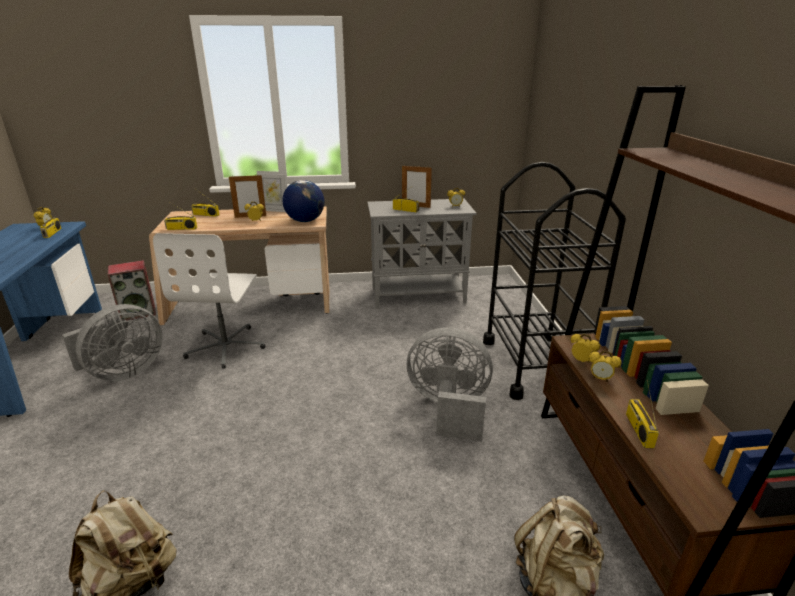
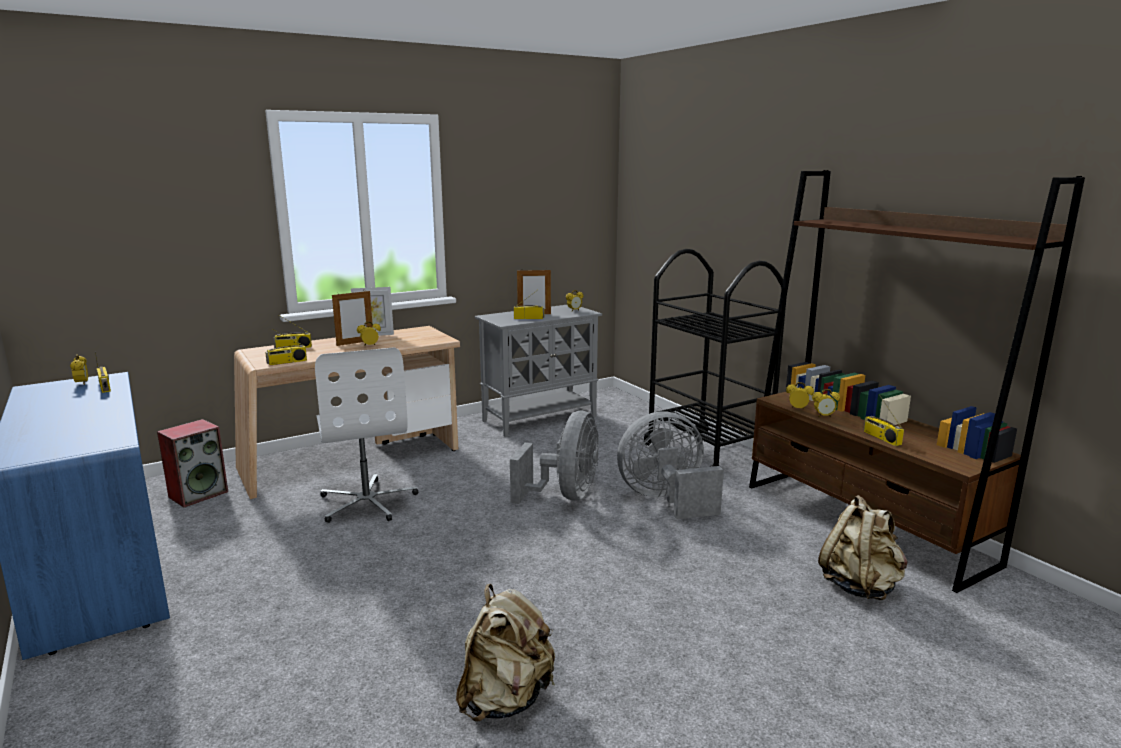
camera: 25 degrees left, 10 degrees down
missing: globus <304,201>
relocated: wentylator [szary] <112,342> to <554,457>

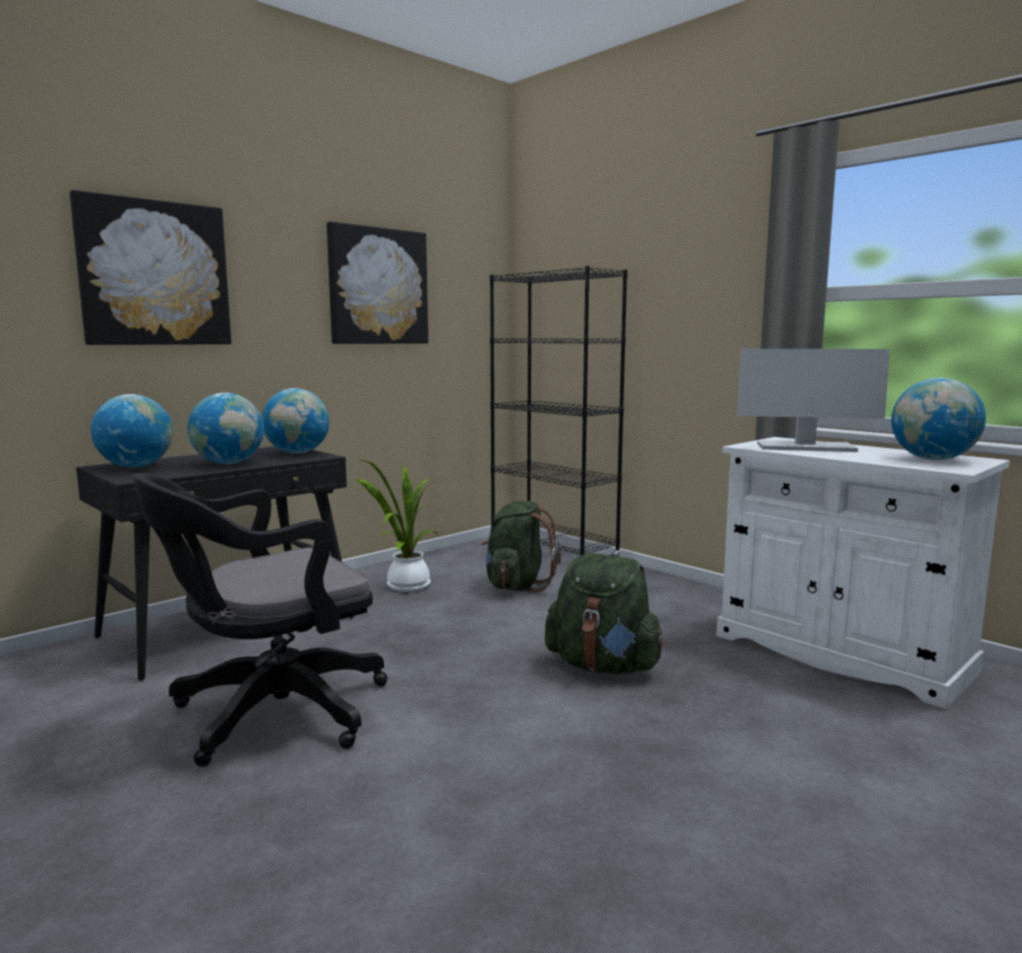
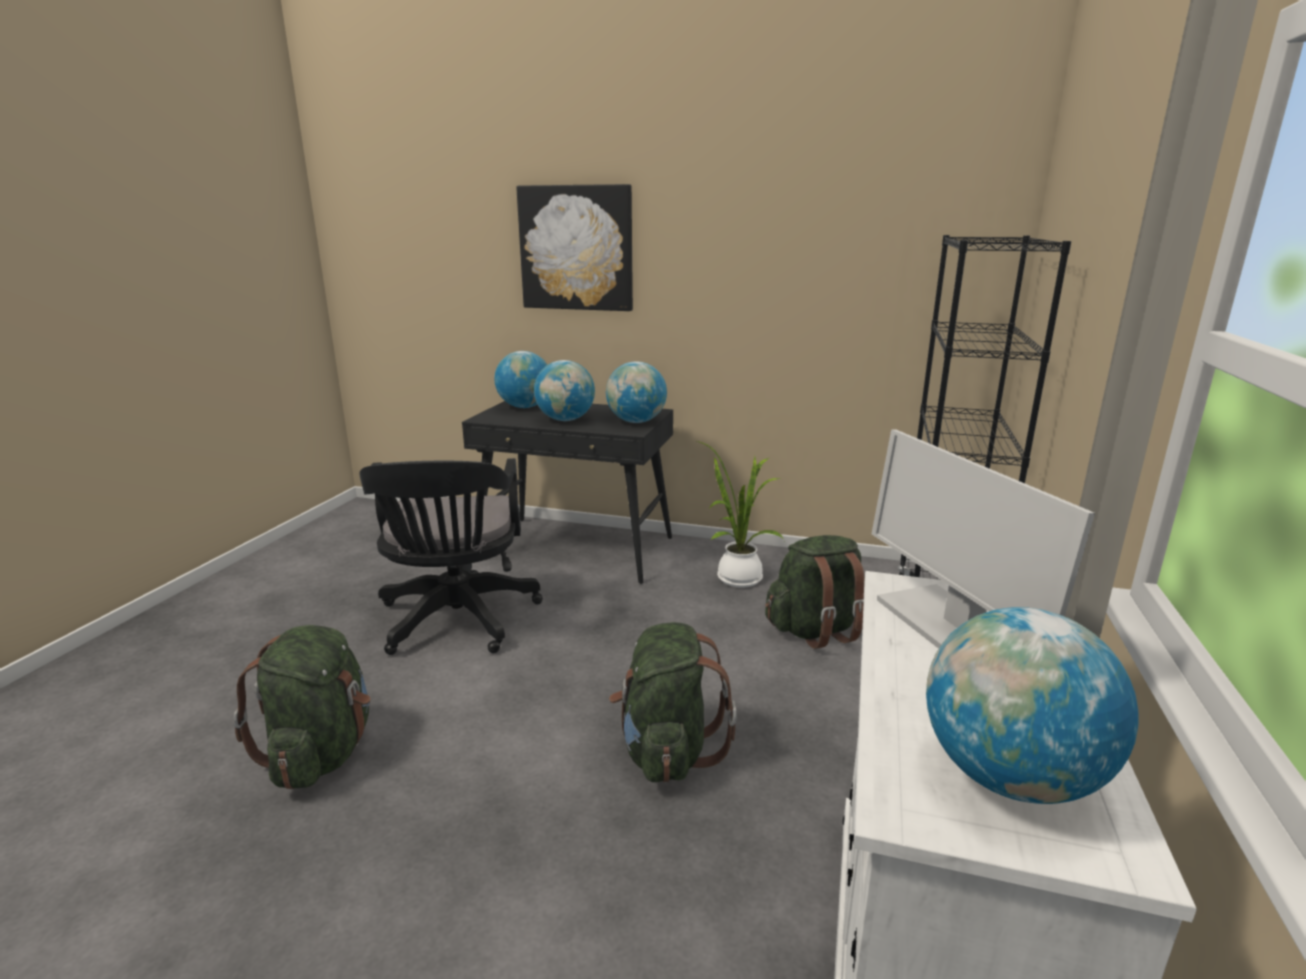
camera: 60 degrees right, 10 degrees up
missing: obraz <377,283>
appeared: plecak [zielony] <301,707>
spun: krzesło biurowe [czarny] <260,620> = <451,556> 120 degrees counterclockwise

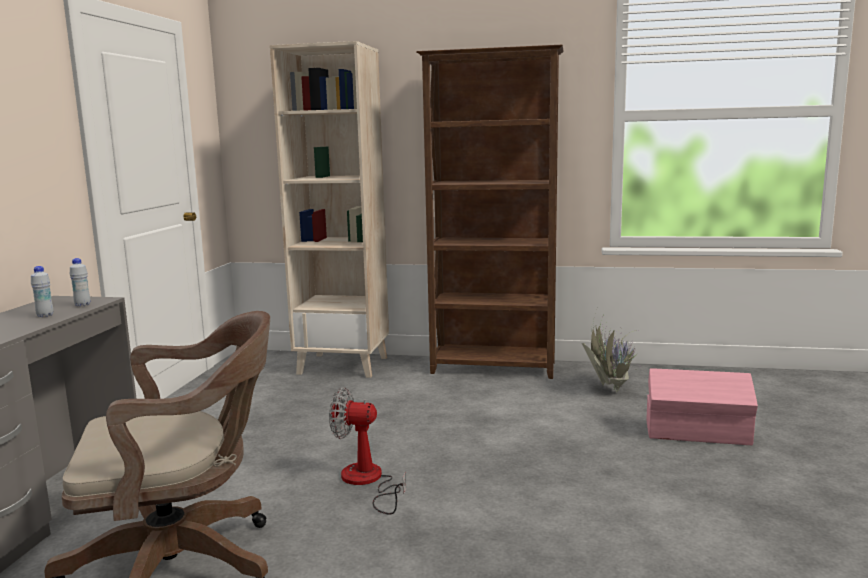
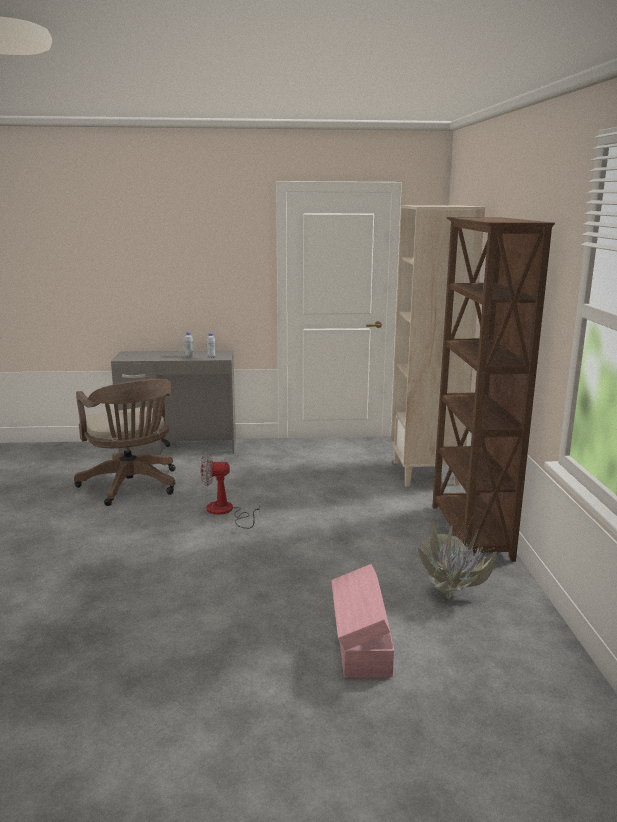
camera: 75 degrees right, 5 degrees up
spun: wentylator <367,451> = <230,491> 90 degrees counterclockwise

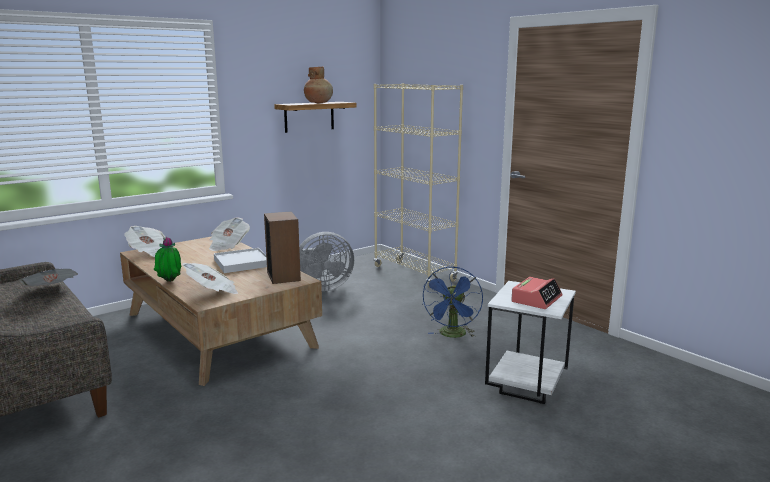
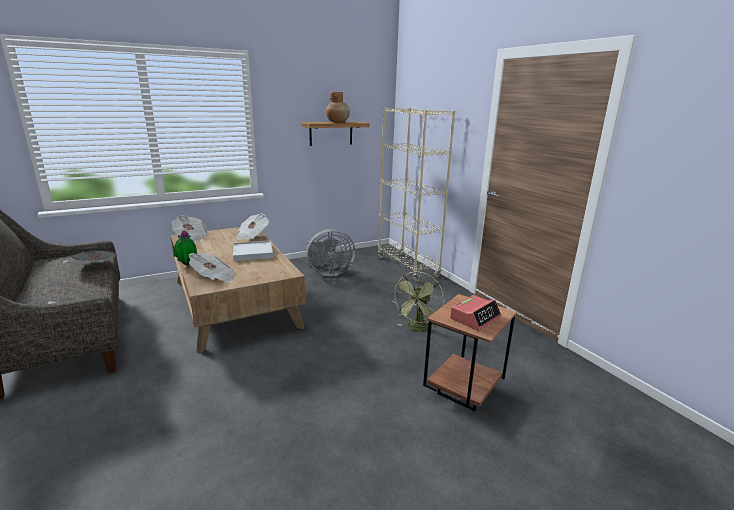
camera: 10 degrees right, 5 degrees up
missing: głośnik <282,247>
colour: wentylator [niebieski] <453,302> to wentylator [zielony] <418,302>; stolik [biały] <530,342> to stolik [brązowy] <470,352>

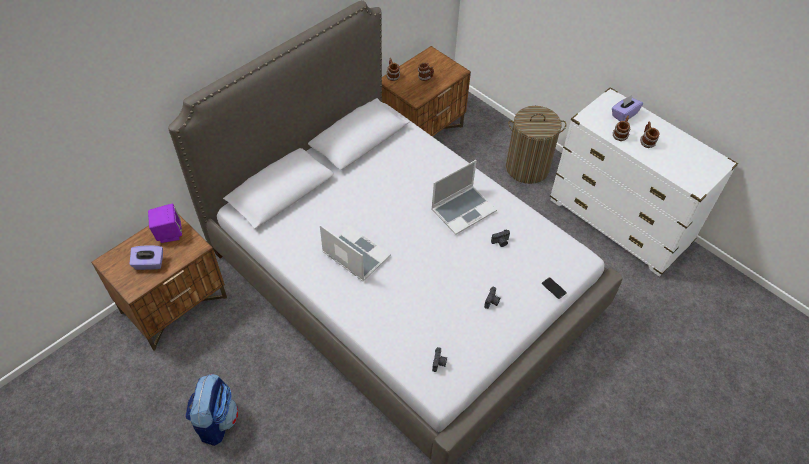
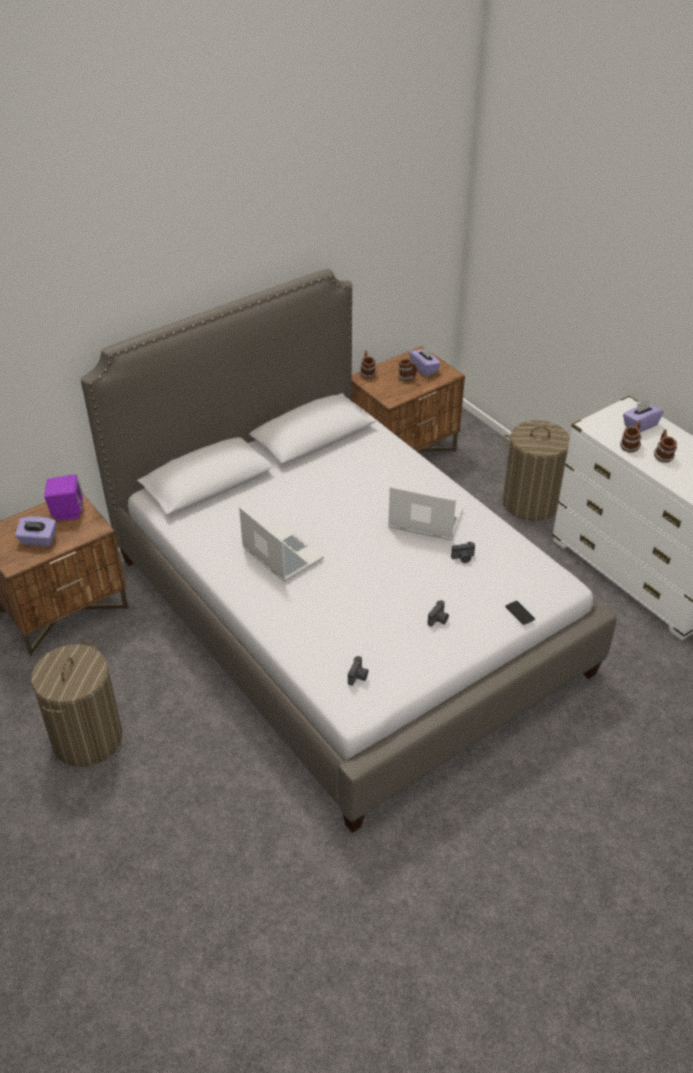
camera: 10 degrees right, 10 degrees down
appeared: pudełko chusteczek [fioletowy] <425,361>
exchanged: plecak <211,410> to kosz na pranie <76,704>
spun: laptop <464,197> = <425,513> 135 degrees counterclockwise

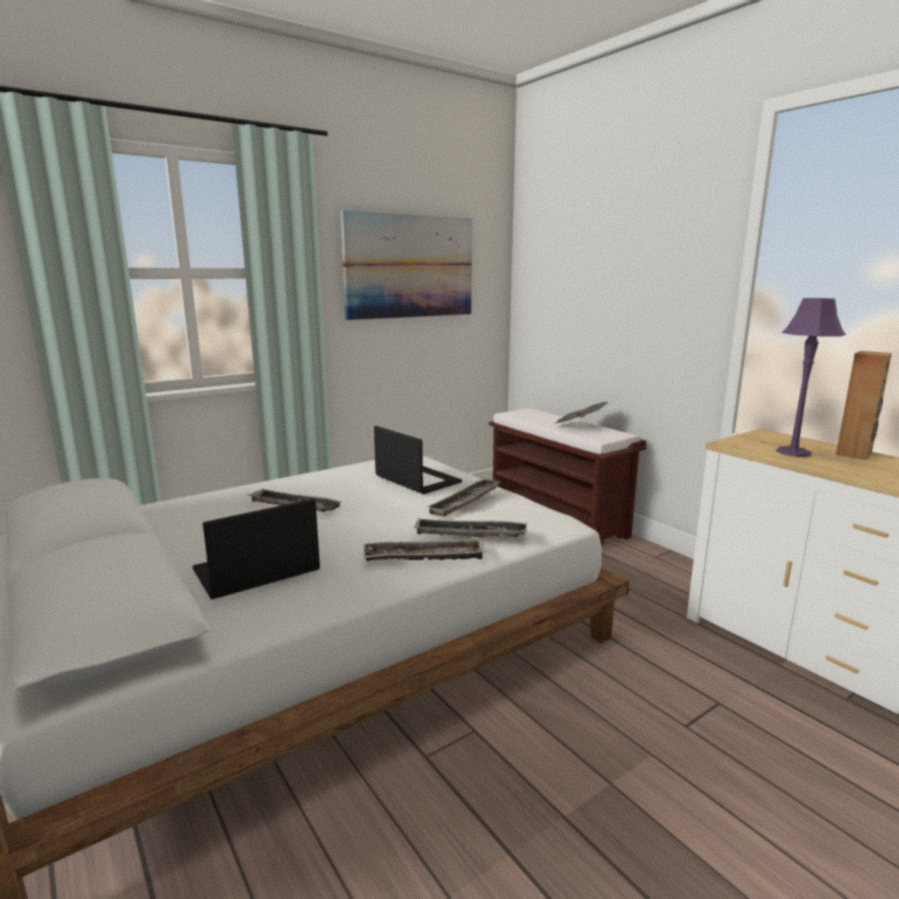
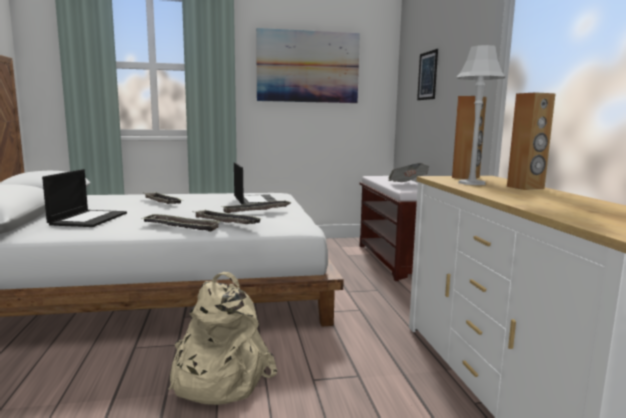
camera: 25 degrees right, 5 degrees down
appeared: plecak [beżowy] <223,338>; obraz <427,74>; głośnik [brązowy] <469,137>
colour: lampa stołowa [fioletowy] <811,377> to lampa stołowa [szary] <480,115>
spun: laptop <256,549> = <84,198> 105 degrees clockwise

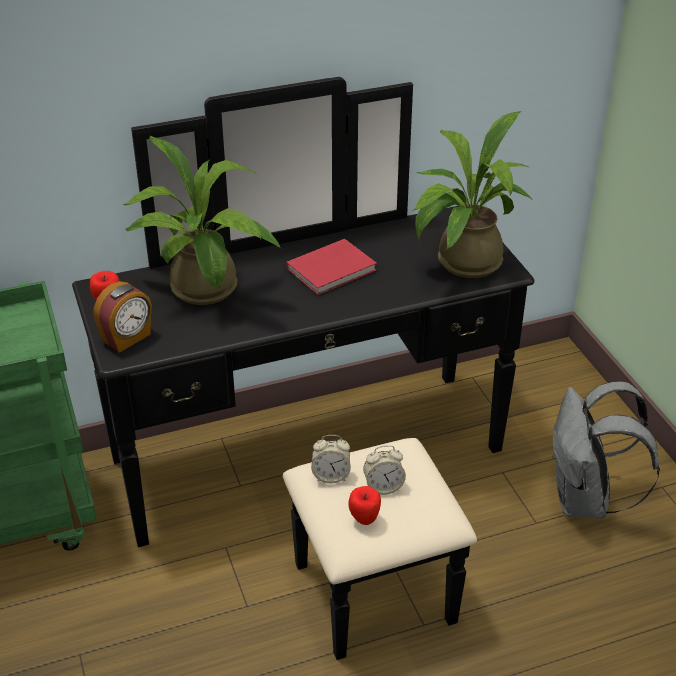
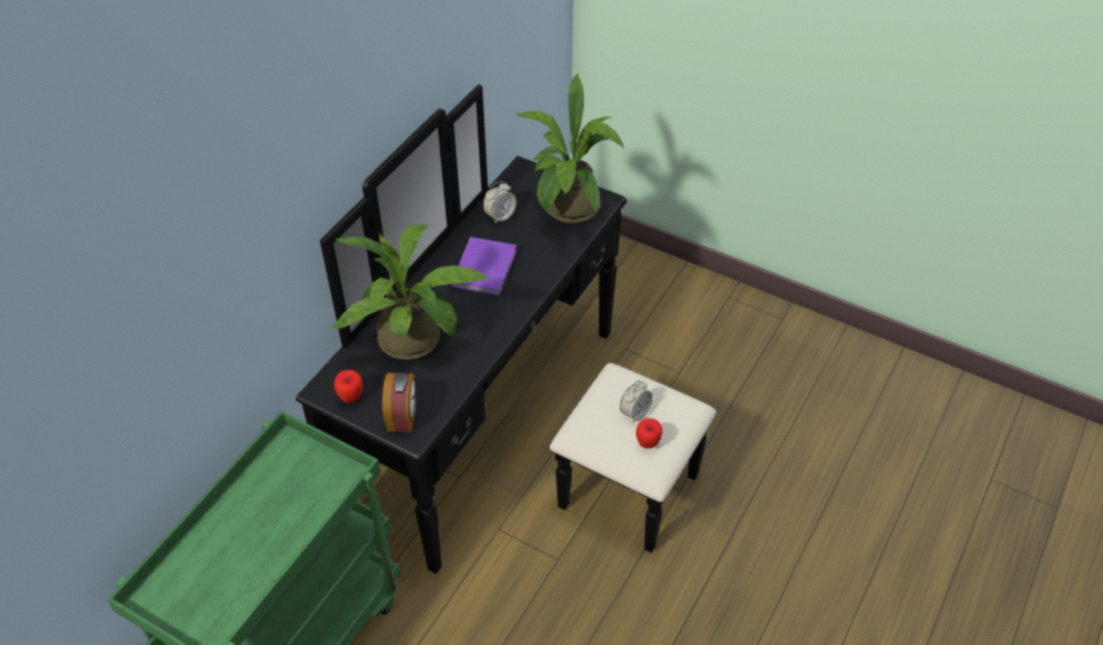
camera: 40 degrees left, 10 degrees up
missing: plecak [szary] <606,450>
relocated: budzik <331,459> to <500,202>
colour: książka [czerwony] <332,267> to książka [fioletowy] <484,266>

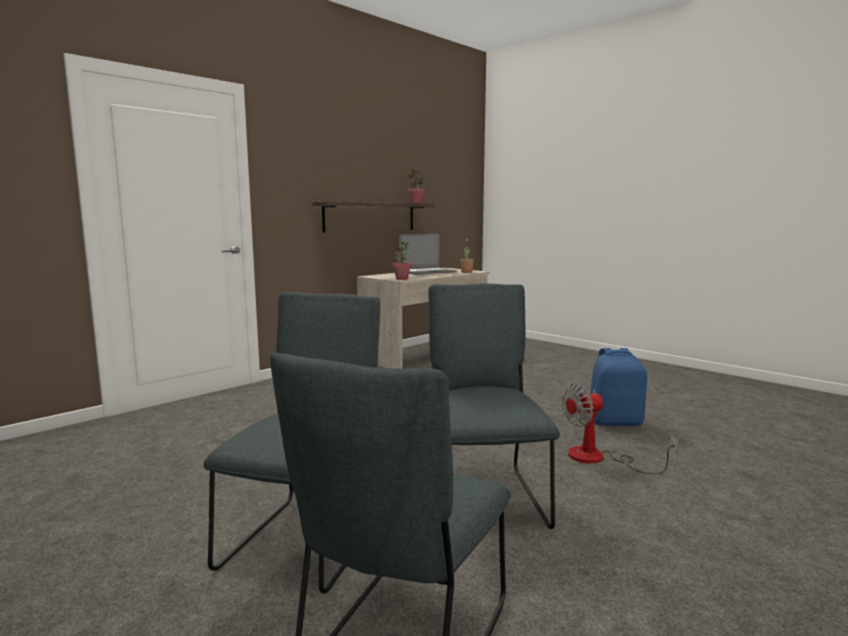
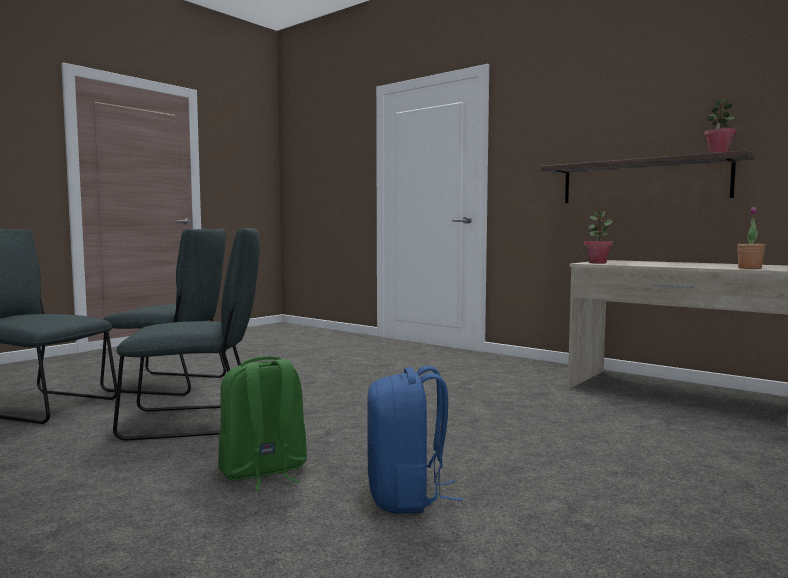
camera: 85 degrees right, 5 degrees down
missing: laptop <428,254>
exchanged: wentylator <620,429> to plecak [zielony] <262,423>

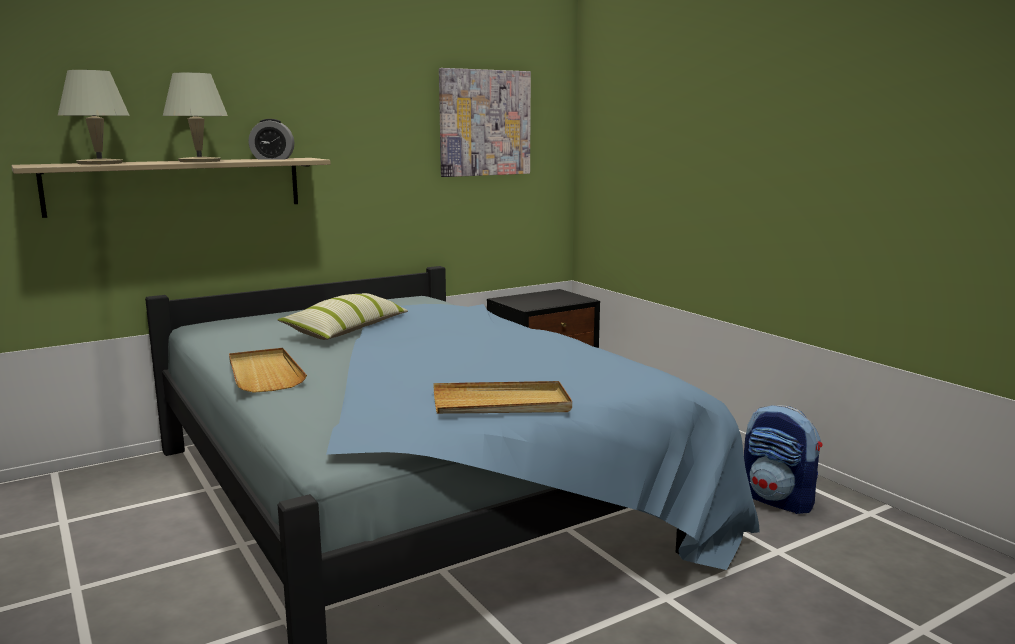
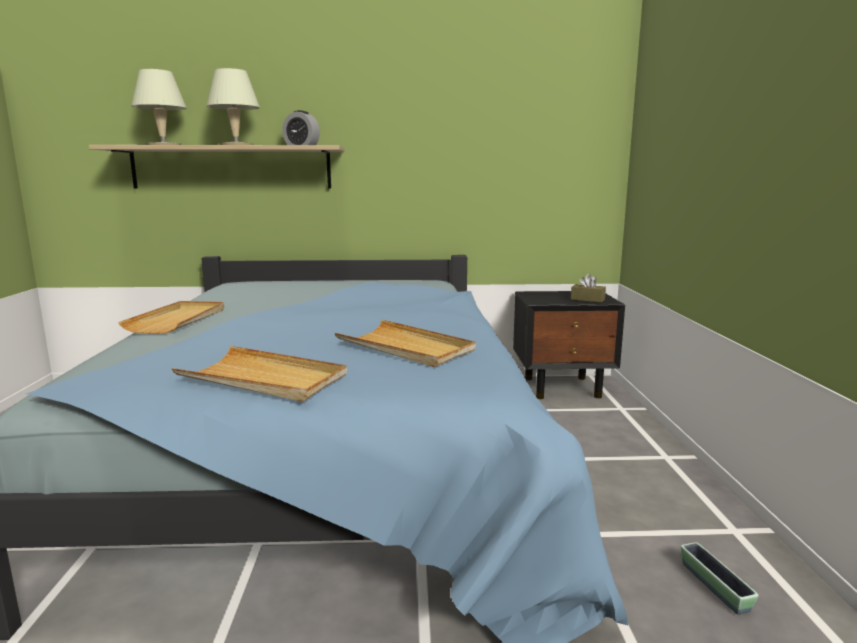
camera: 30 degrees right, 0 degrees up
missing: poduszka <343,316>; obraz <485,122>
appeared: taca [beżowy] <405,343>; pudełko chusteczek [brązowy] <588,288>
exchanged: plecak <783,459> to donica <720,578>

